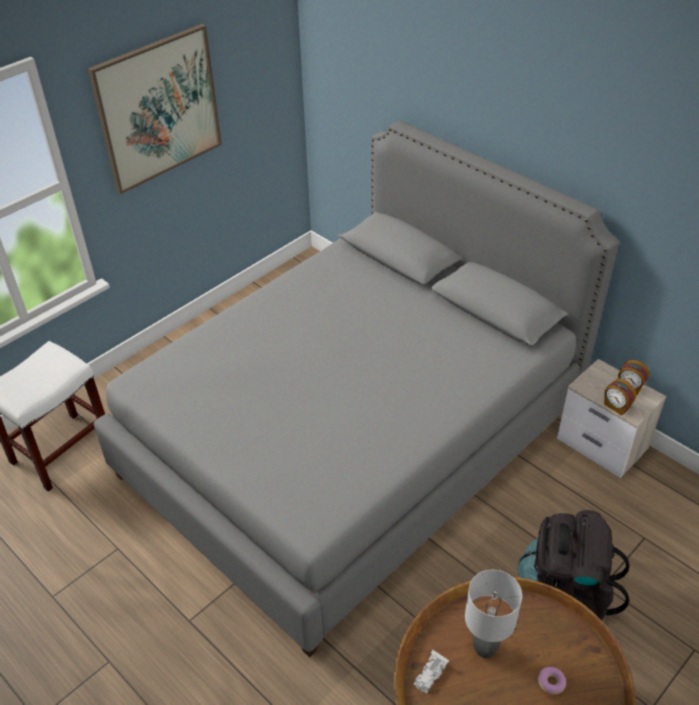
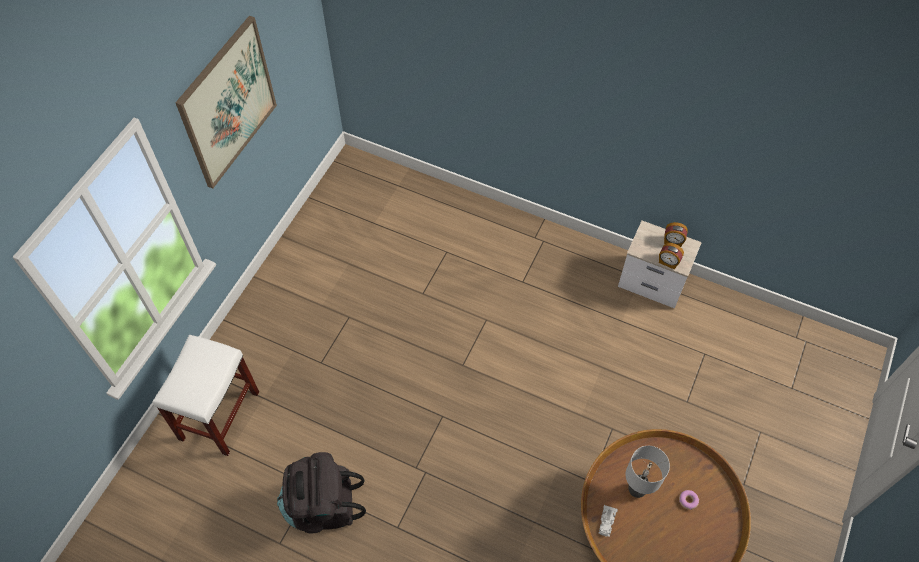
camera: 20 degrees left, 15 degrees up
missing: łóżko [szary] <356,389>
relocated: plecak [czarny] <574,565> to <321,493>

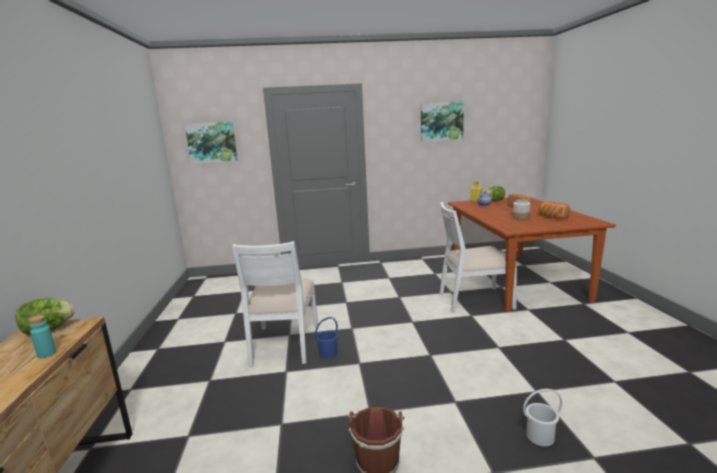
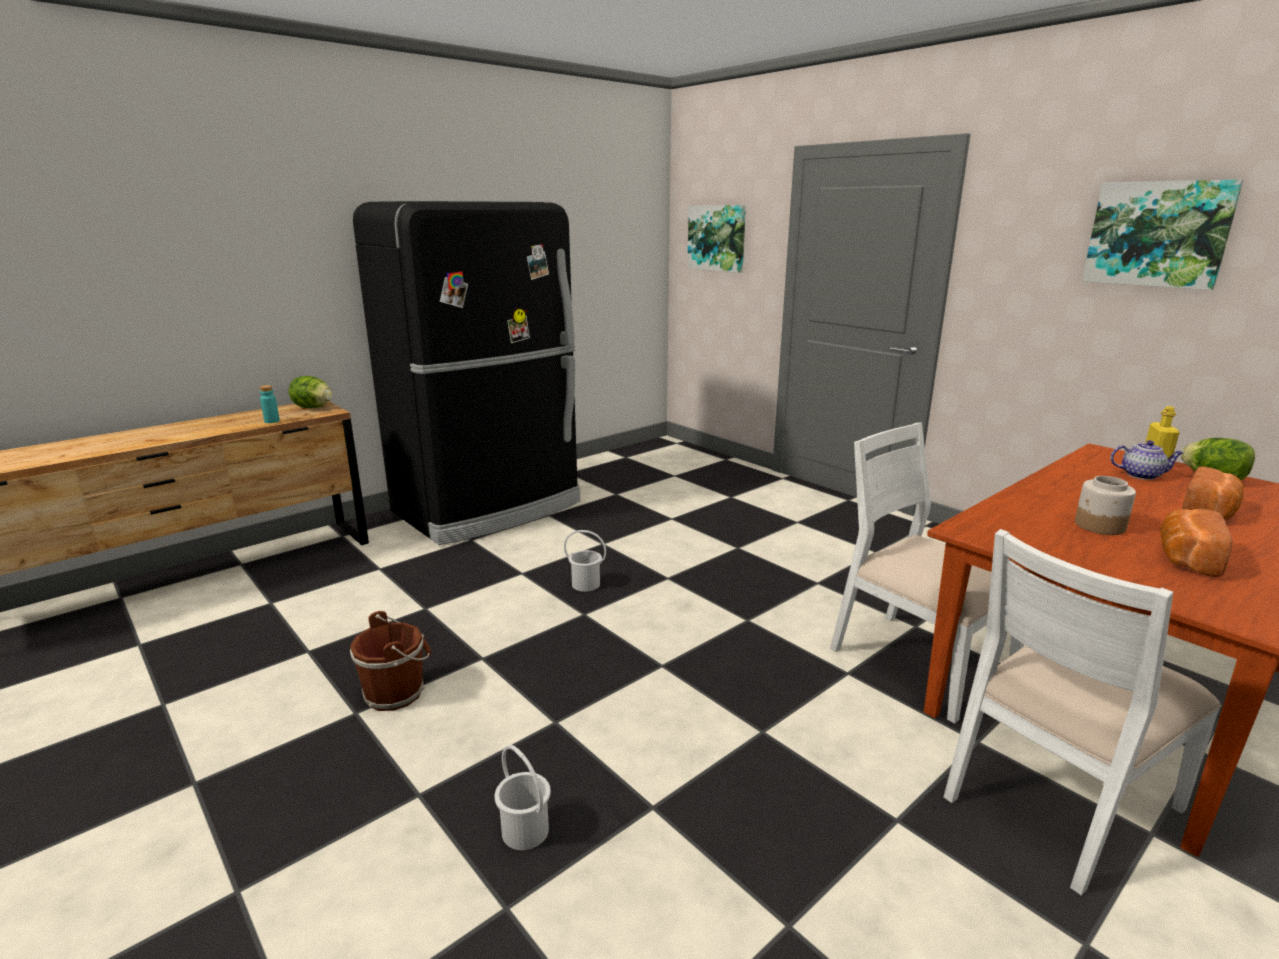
camera: 55 degrees right, 5 degrees up
appeared: lodówka [czarny] <467,373>
relocated: krzesło [biały] <275,303> to <1082,712>
colour: wiadro [niebieski] <326,338> to wiadro [biały] <585,561>

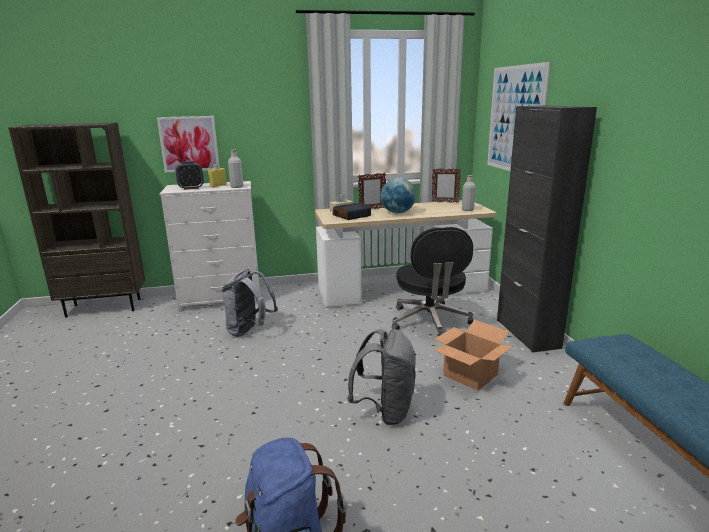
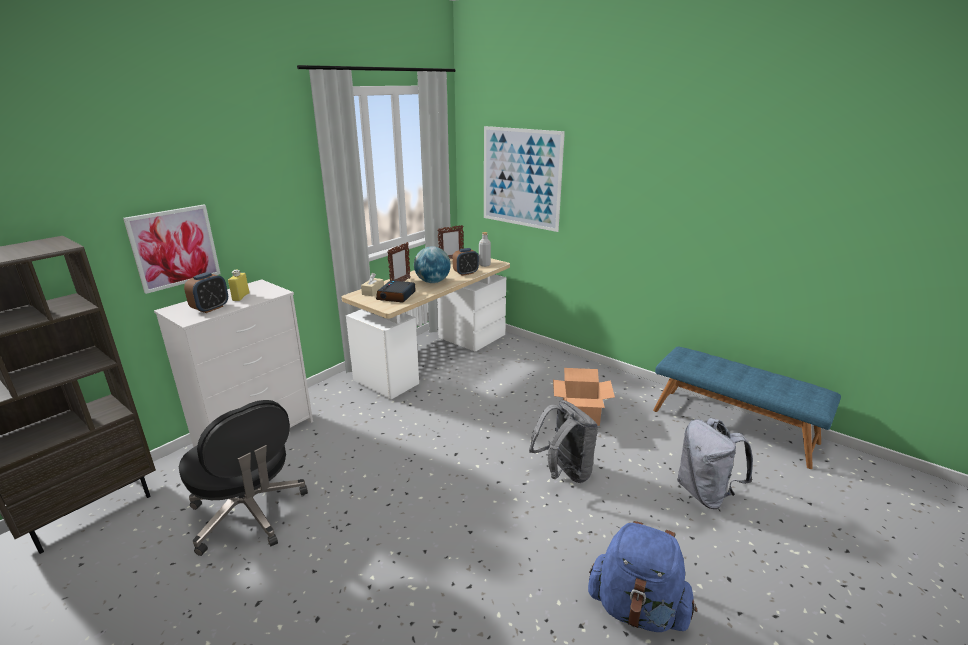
camera: 40 degrees left, 5 degrees up
missing: butelka [szary] <235,169>; szafka [czarny] <547,229>
appeared: budzik <466,262>
relocated: plecak [szary] <250,303> to <715,463>; krzesło biurowe [czarny] <432,282> to <243,478>

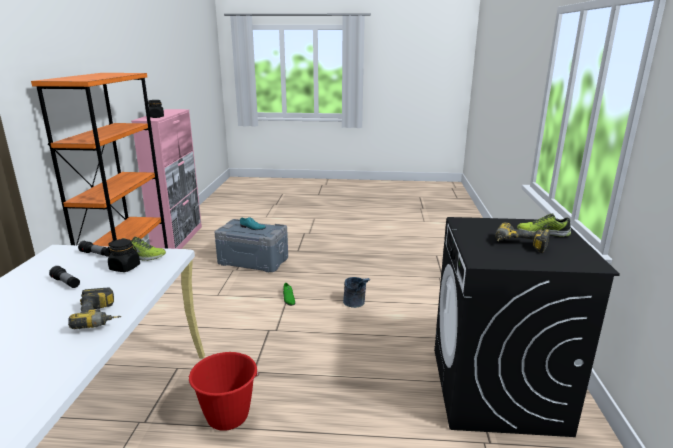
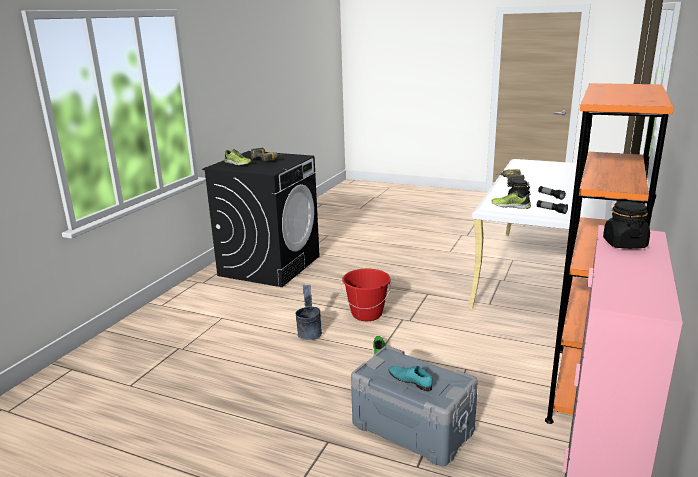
camera: 160 degrees left, 0 degrees up
relocated: wiadro [czerwony] <223,391> to <366,295>

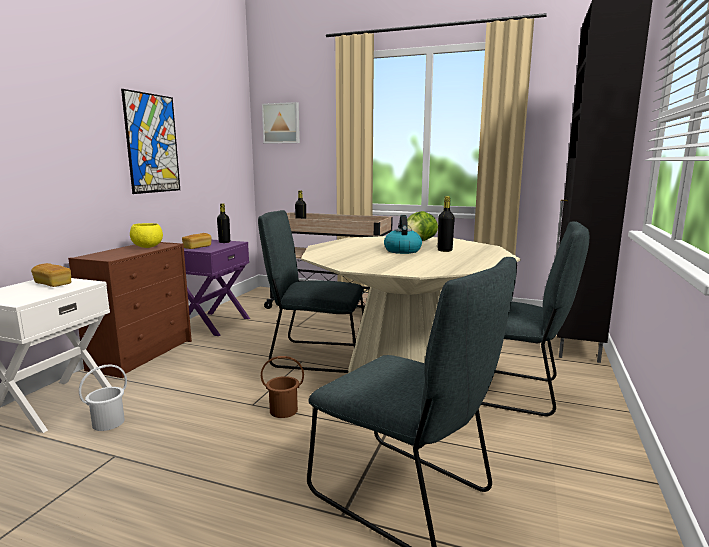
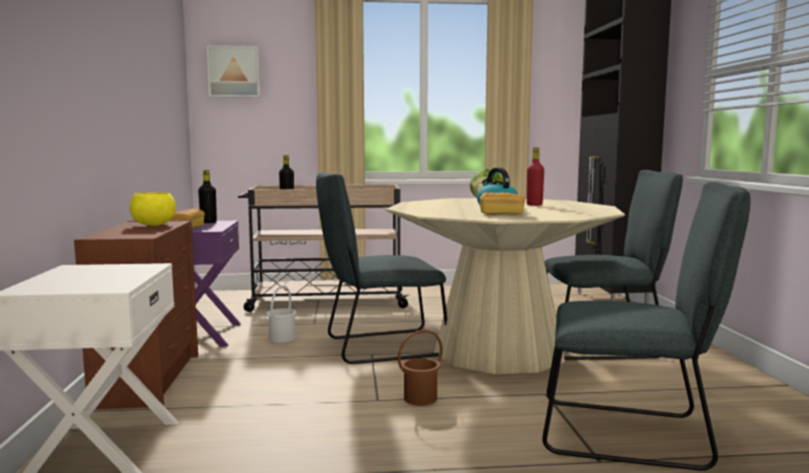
camera: 25 degrees left, 5 degrees down
missing: obraz <150,141>
relocated: chleb <51,275> to <502,203>; wiadro [biały] <103,397> to <281,314>
colour: butelka [czarny] <446,224> to butelka [czerwony] <535,176>

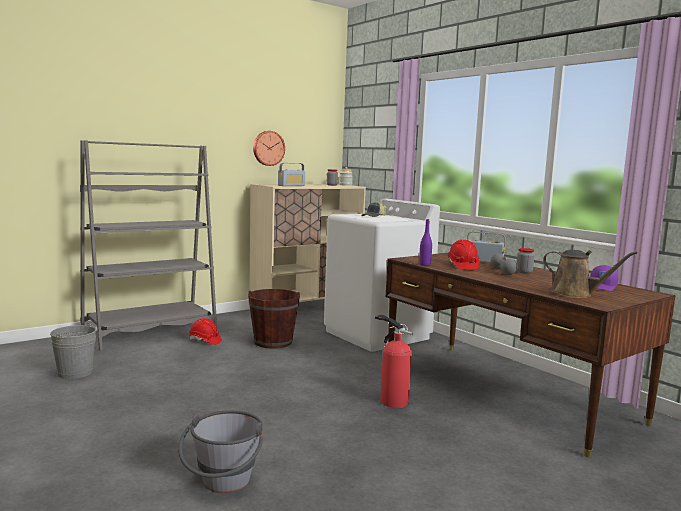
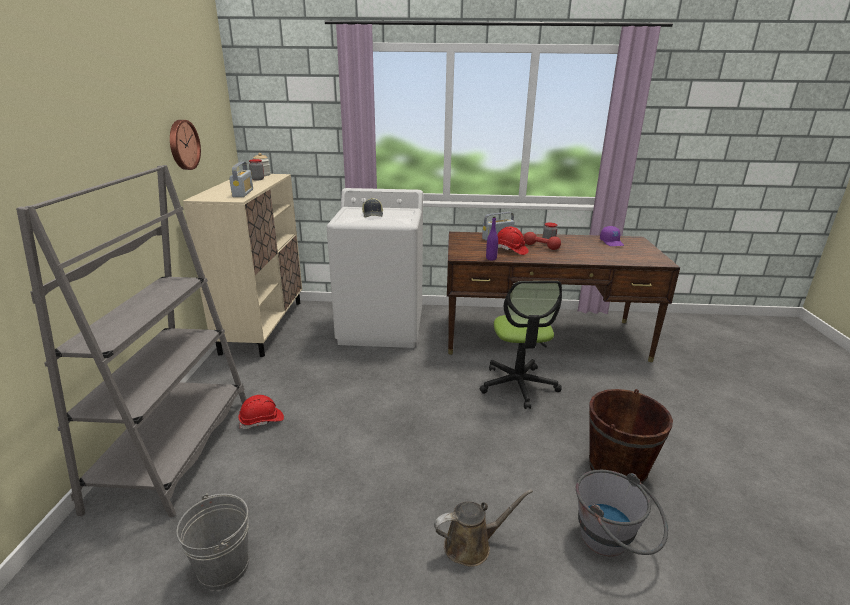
camera: 50 degrees left, 15 degrees up
relocated: wiadro [brązowy] <274,318> to <631,436>; konewka [brązowy] <590,274> to <483,528>
exchanged: gaśnica <394,361> to krzesło biurowe <520,345>
colour: hantel [szary] <504,264> to hantel [czerwony] <542,241>

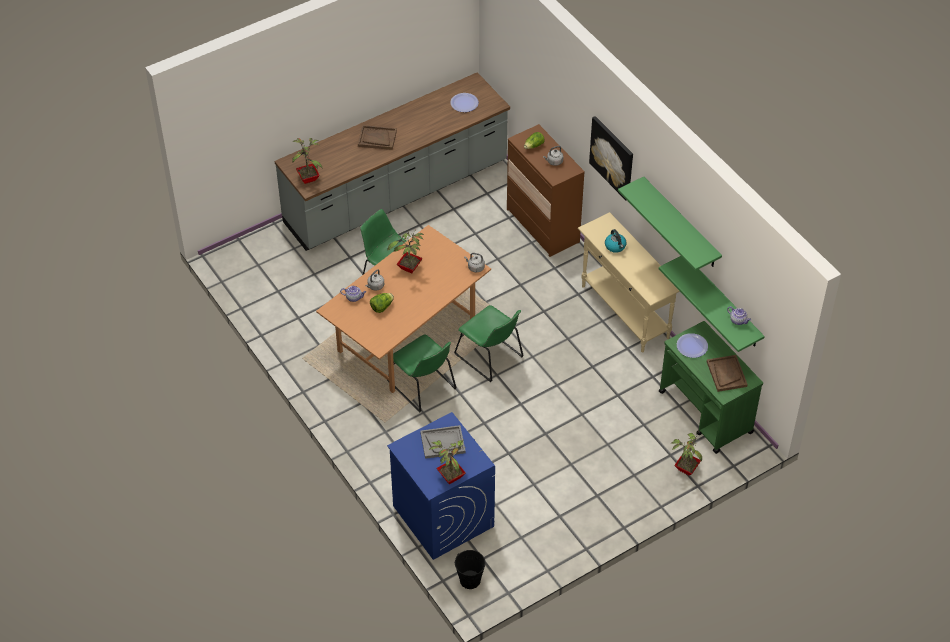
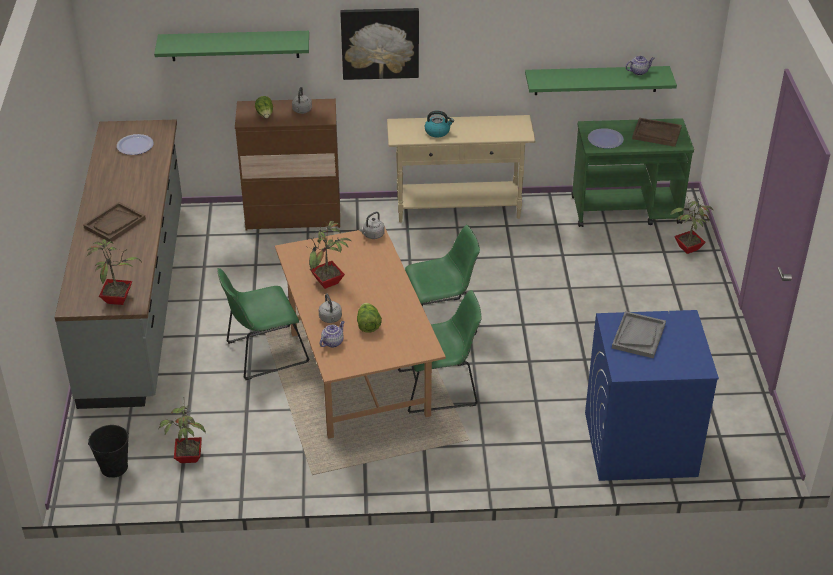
camera: 60 degrees left, 10 degrees down
relocated: roślina doniczkowa <447,461> to <182,434>; wiadro [czarny] <470,569> to <108,451>; półka [zielony] <670,224> to <231,46>

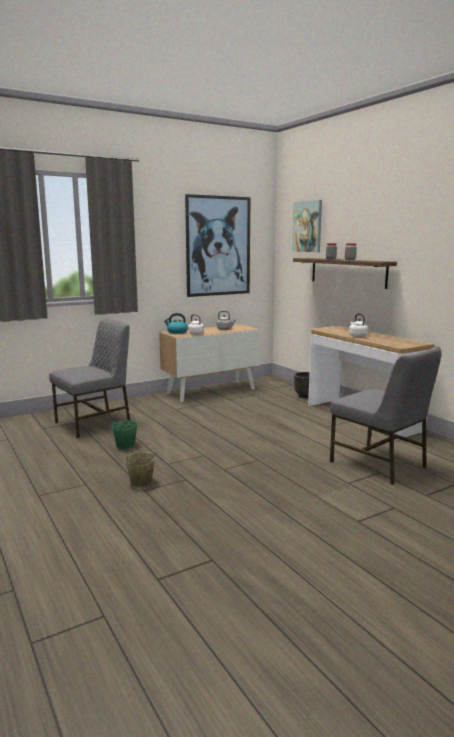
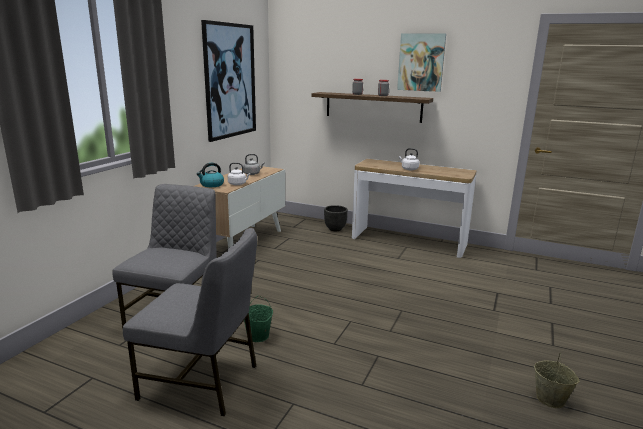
camera: 35 degrees left, 5 degrees up
relocated: wiadro [beżowy] <140,464> to <557,380>; obraz <307,226> to <421,62>; krzesło [szary] <386,415> to <190,322>

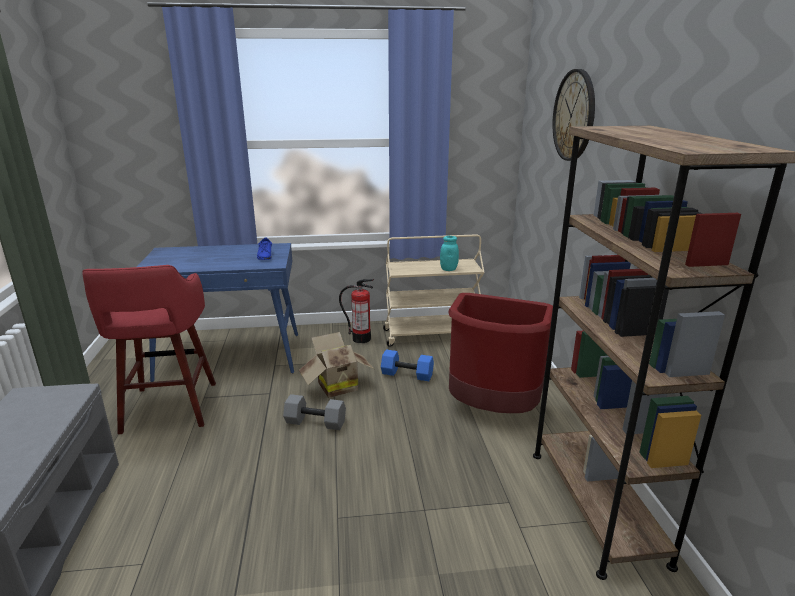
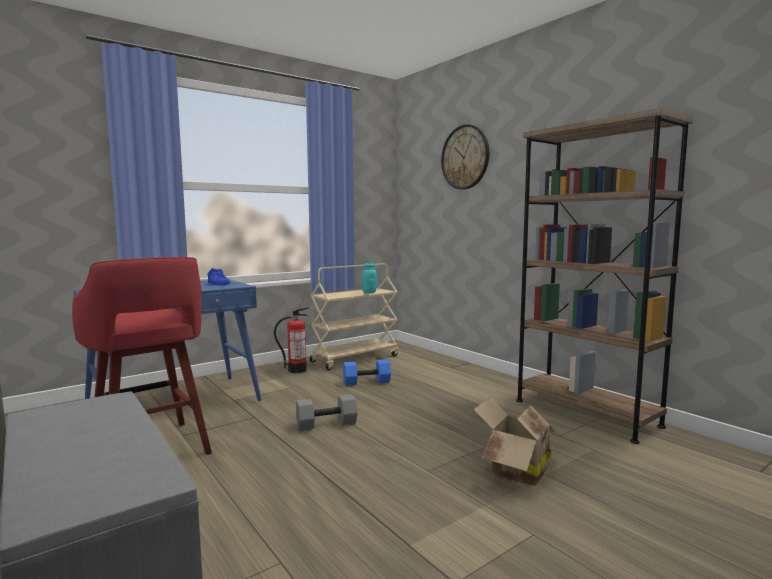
camera: 30 degrees left, 15 degrees down
missing: kosz na śmieci [czerwony] <500,353>
relocated: karton <336,365> to <515,441>

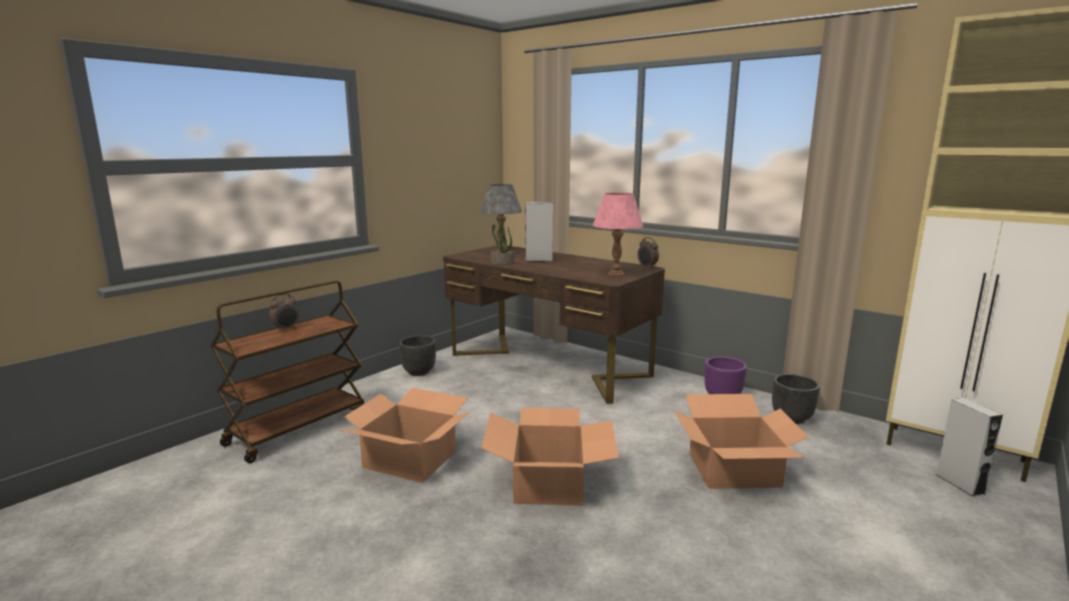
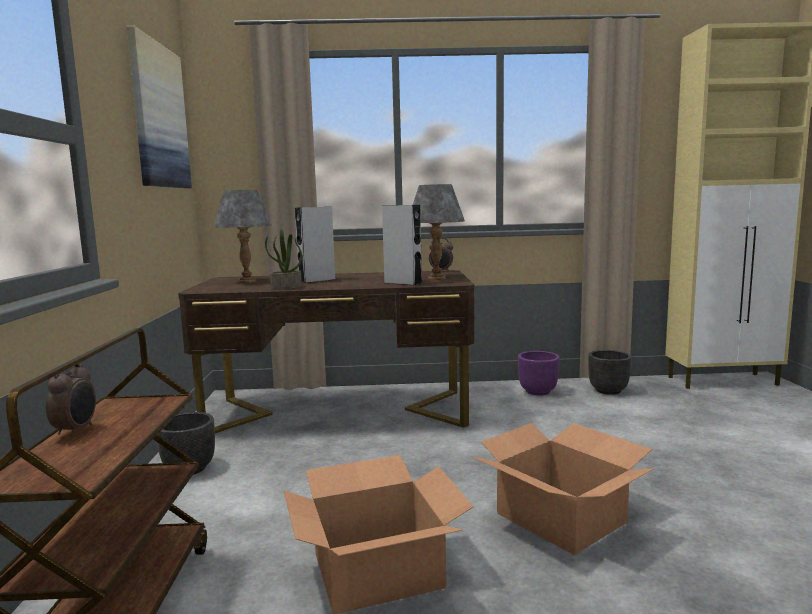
camera: 40 degrees left, 5 degrees down
missing: karton <741,441>
appeared: obraz <159,107>
relocated: głośnik [szary] <969,447> to <402,245>
colour: lampa stołowa [różowy] <618,234> to lampa stołowa [szary] <439,232>

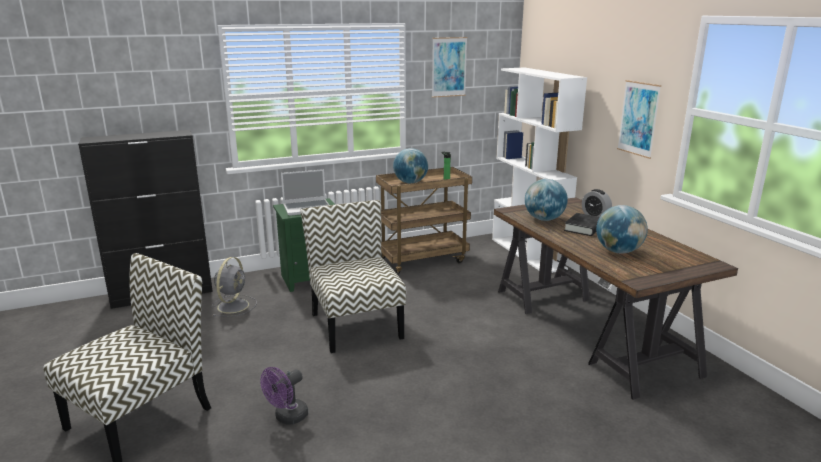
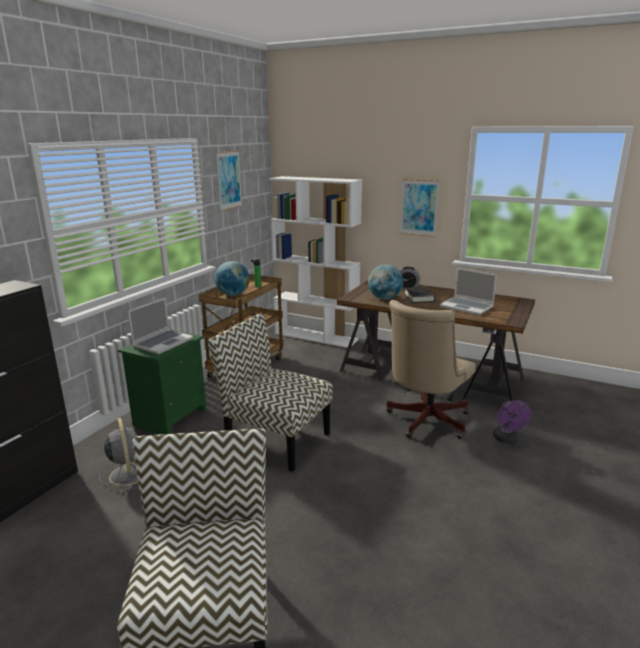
camera: 40 degrees left, 0 degrees up
appeared: krzesło biurowe [beżowy] <431,369>
relocated: wentylator [fioletowy] <284,396> to <512,422>
exchanged: globus <622,229> to laptop <468,292>

